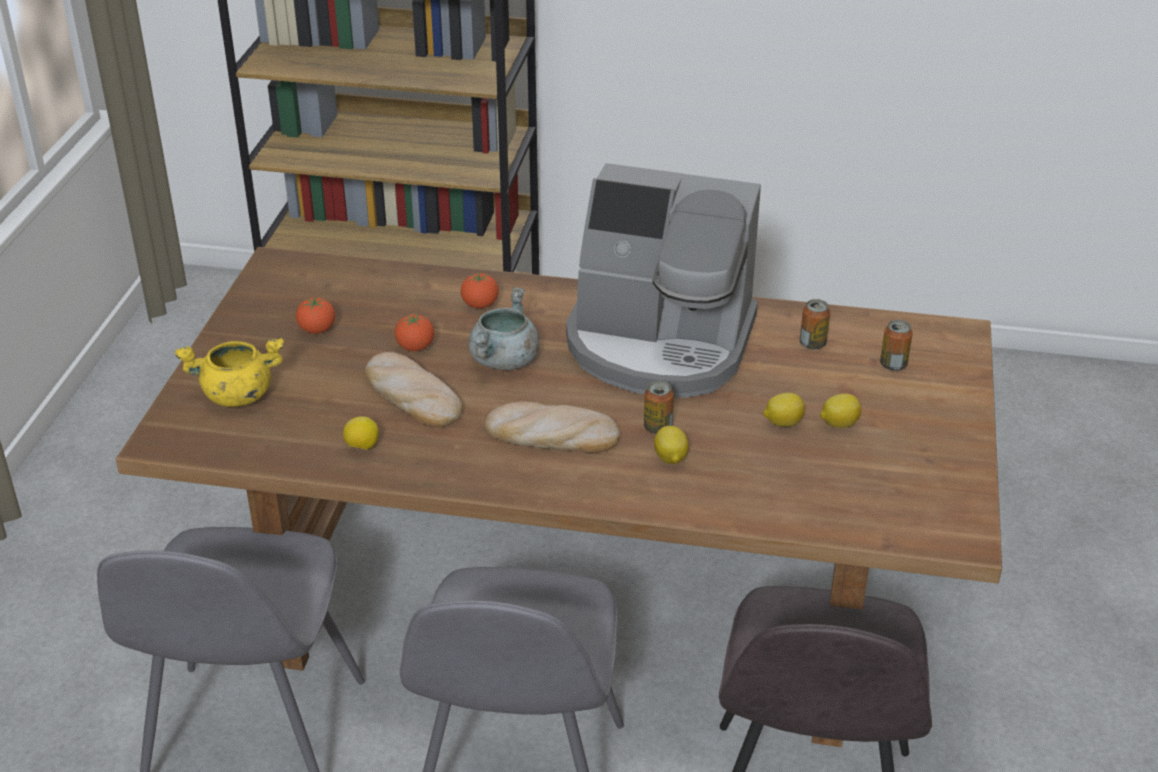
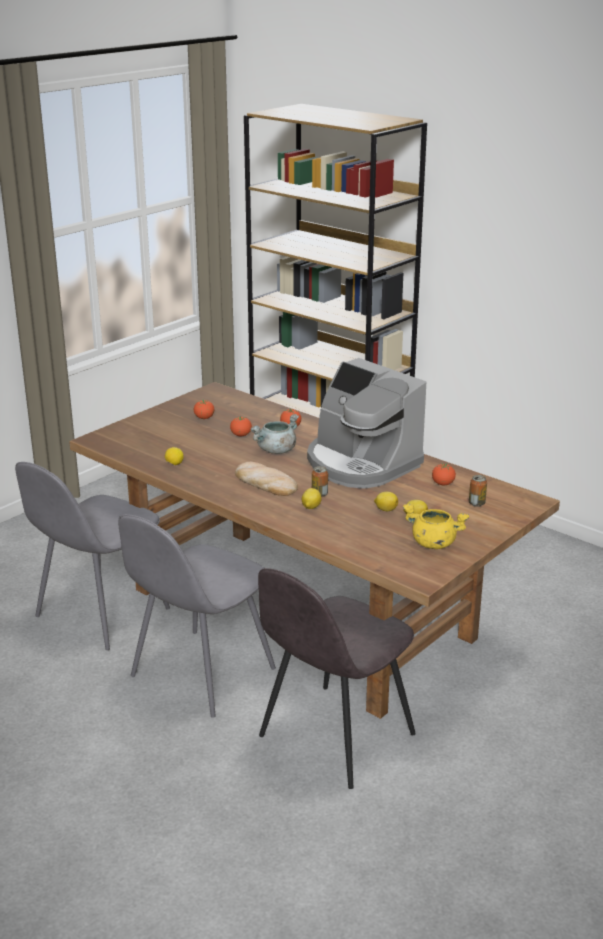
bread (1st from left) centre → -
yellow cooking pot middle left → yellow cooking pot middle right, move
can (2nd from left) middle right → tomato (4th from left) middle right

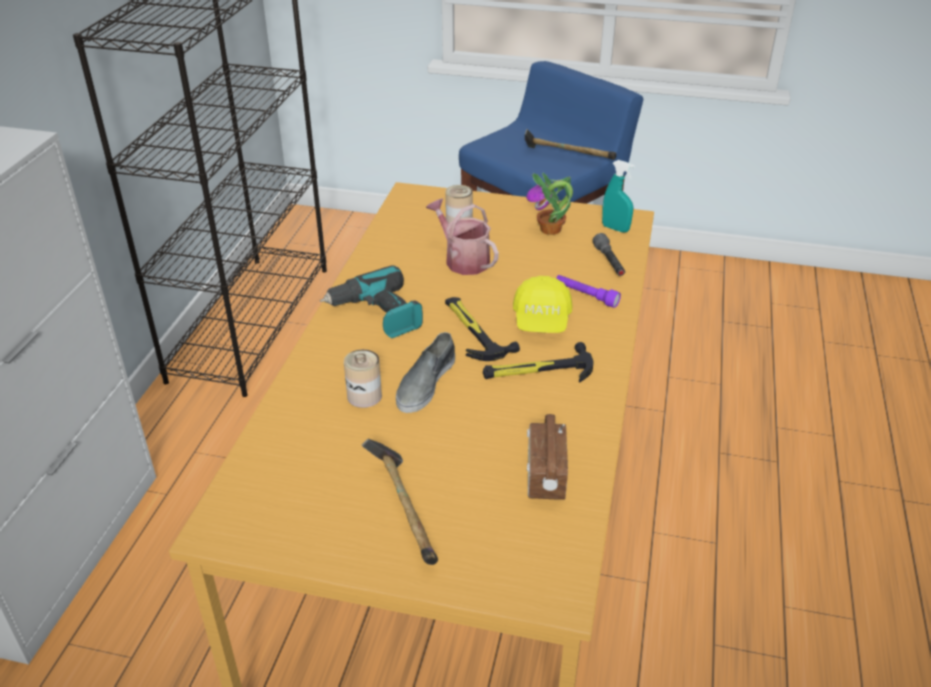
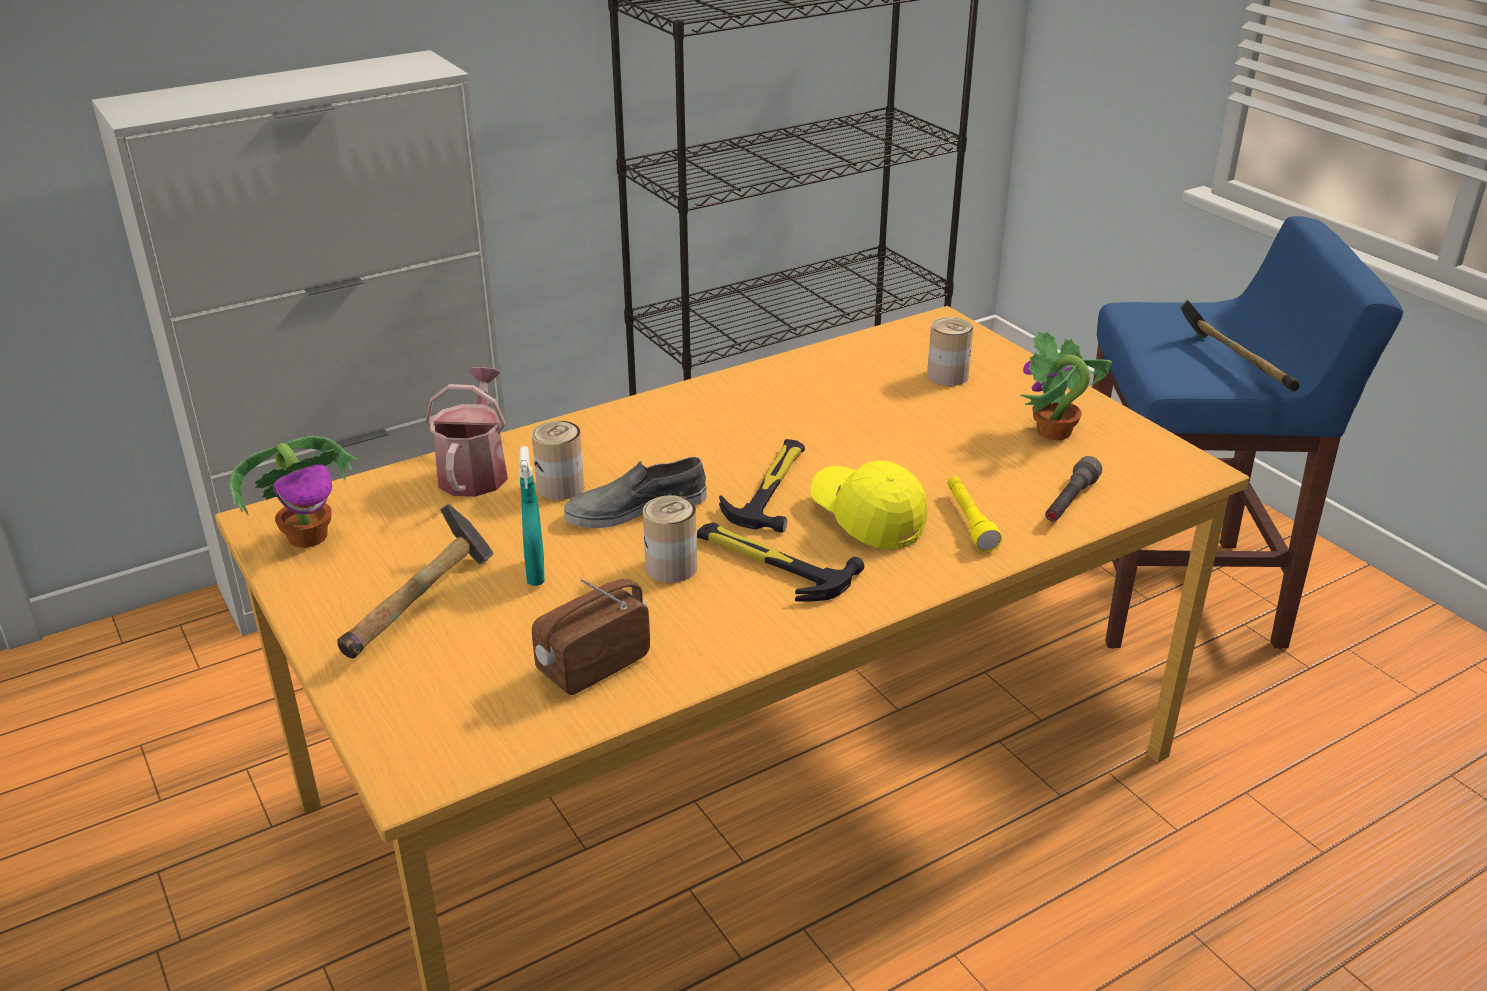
power drill centre → -
- → potted plant (1st from left) middle left
- → can (2nd from left) centre
watering can centre → watering can middle left, move
turquoise spray bottle top centre → turquoise spray bottle centre, move
purple flashlight centre → yellow flashlight centre
yellow cap centre, 90 degrees clockwise

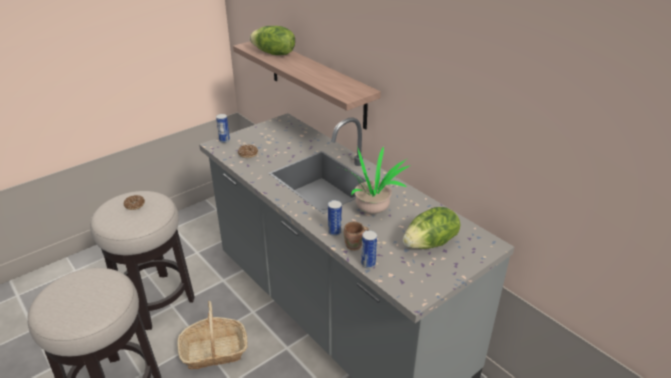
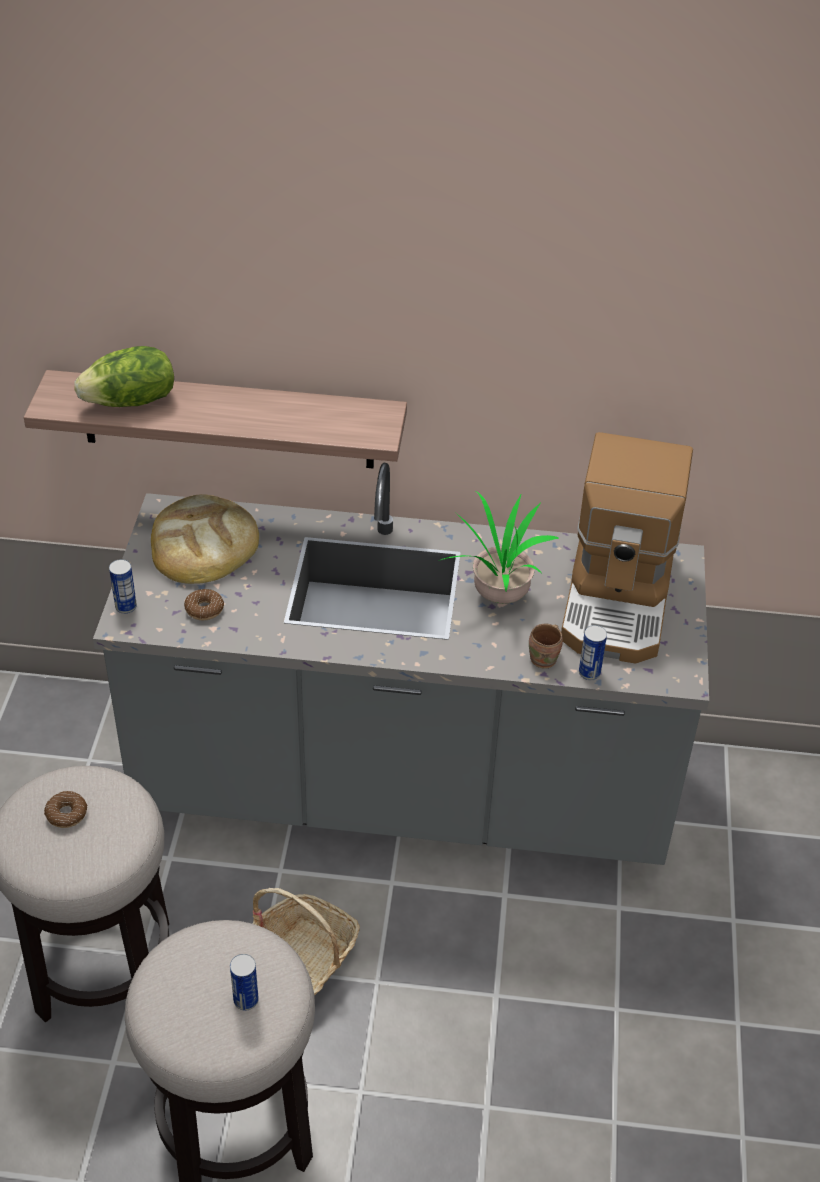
- → bread middle left
can (2nd from left) centre → can (2nd from left) bottom left, move
lettuce (2nd from left) centre → coffee machine middle right

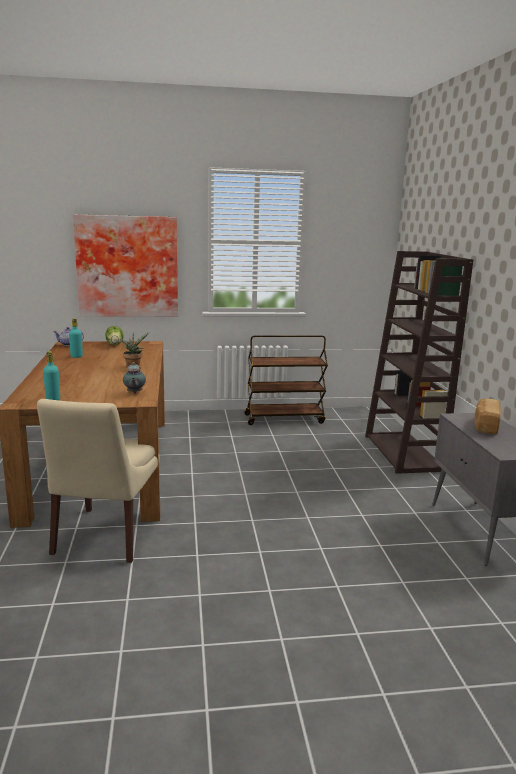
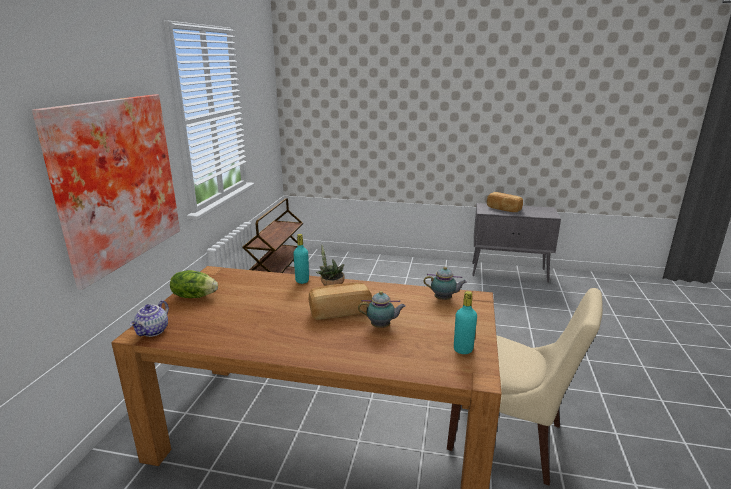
brown bookcase middle right → -
- → bread (1st from left) centre
- → teapot (2nd from left) centre
turquoise bottle (2nd from left in the first image) middle left → turquoise bottle (1st from left) centre, move

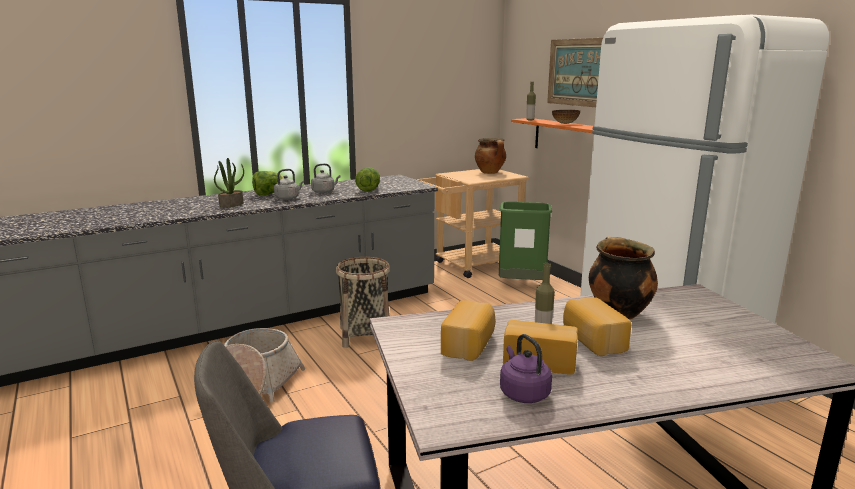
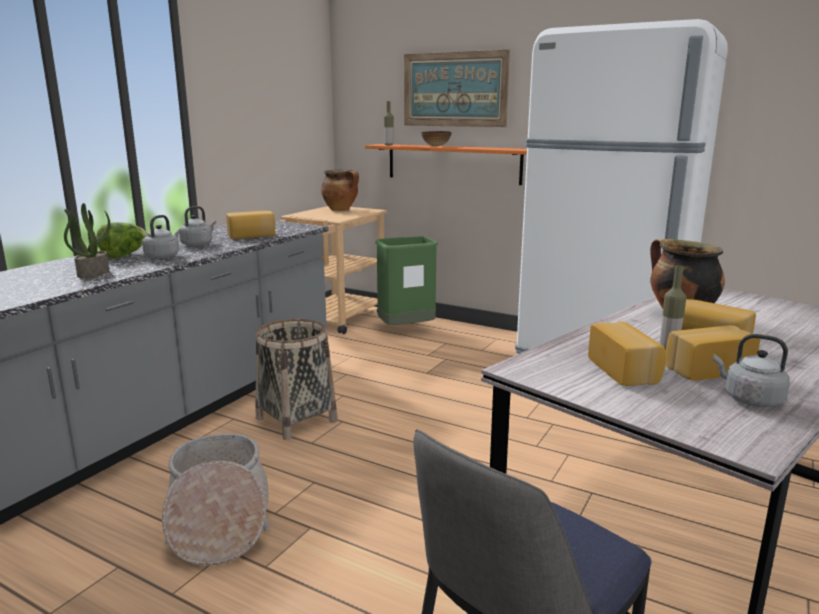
lettuce (2nd from left) centre → bread (1st from left) middle left
purple kettle bottom centre → grey kettle (3rd from left) middle right

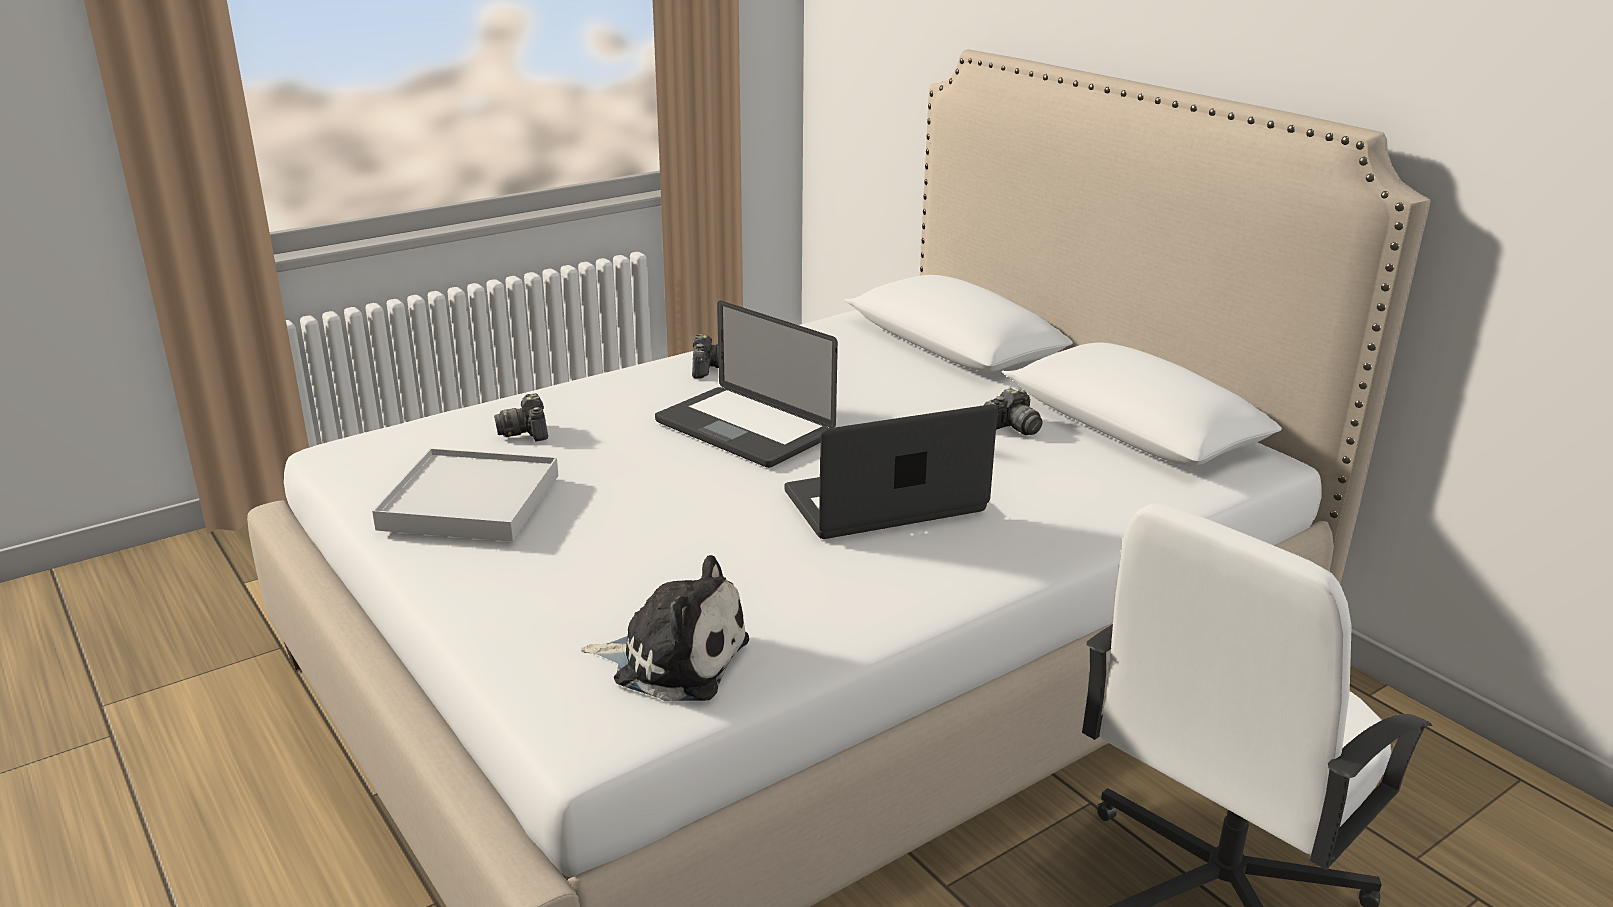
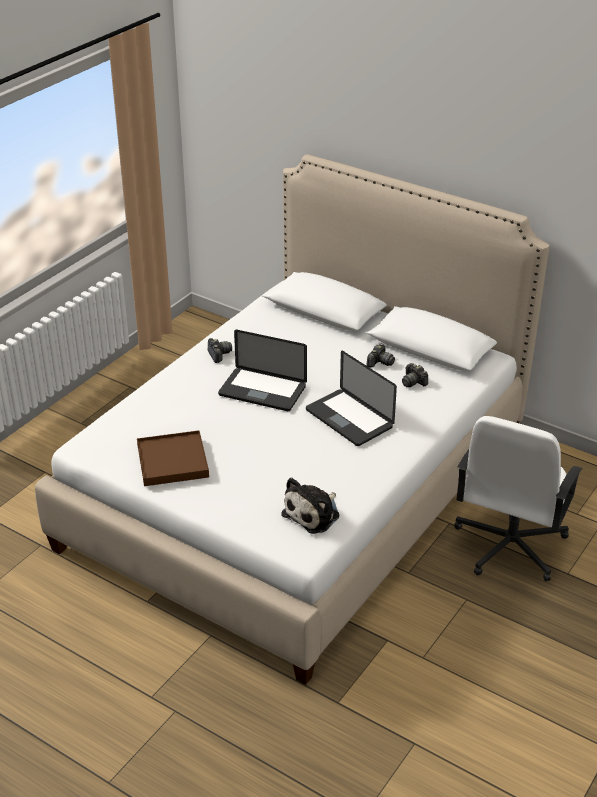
photo camera (1st from left in the first image) middle left → photo camera (3rd from left) middle right, move
white tray middle left → brown tray middle left
plush toy bottom centre → plush toy centre, 135 degrees clockwise
laptop (2nd from left) centre, 90 degrees counterclockwise

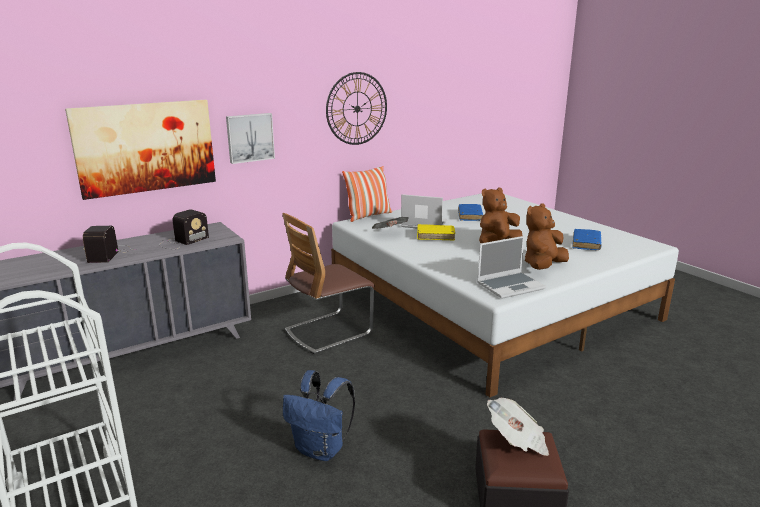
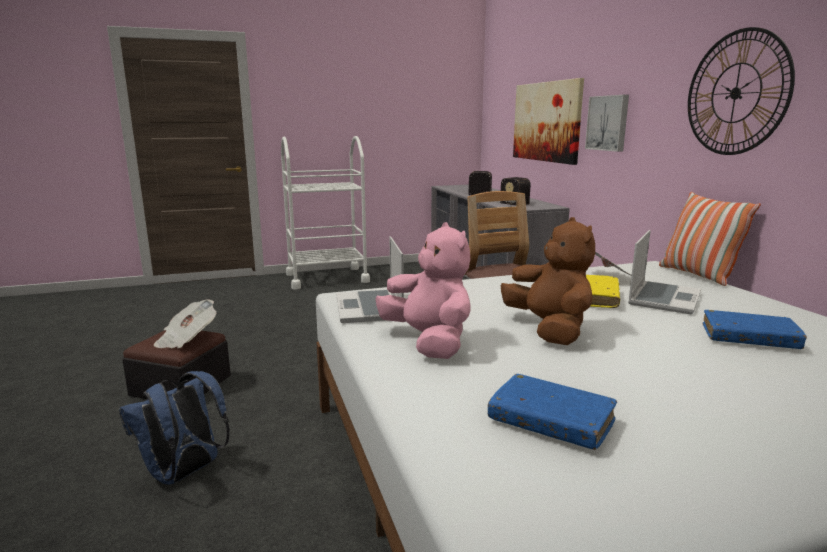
blue backpack bottom centre → blue backpack bottom left, move
brown plush toy (2nd from left) middle right → pink plush toy centre

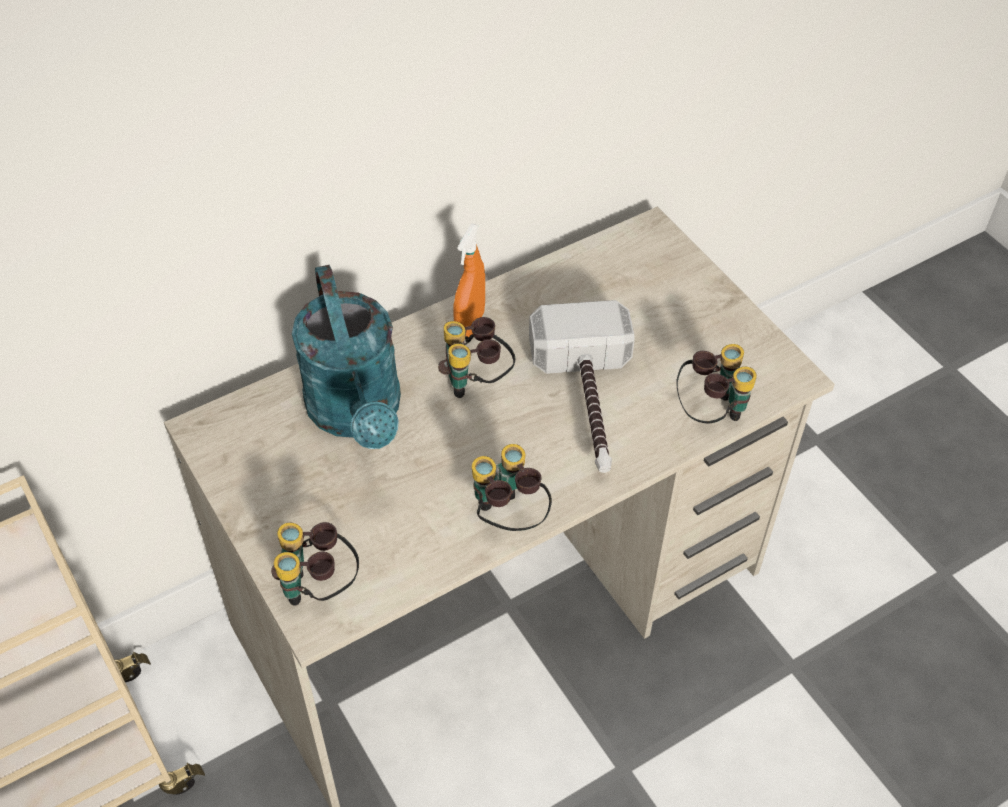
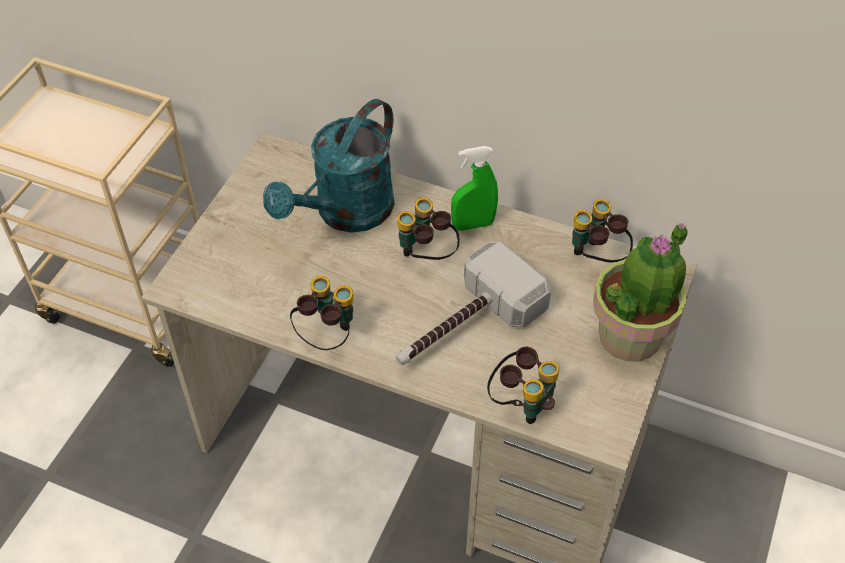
- → potted plant middle right
binoculars (1st from left in the first image) bottom left → binoculars (4th from left) middle right, move
orange spray bottle centre → green spray bottle centre

